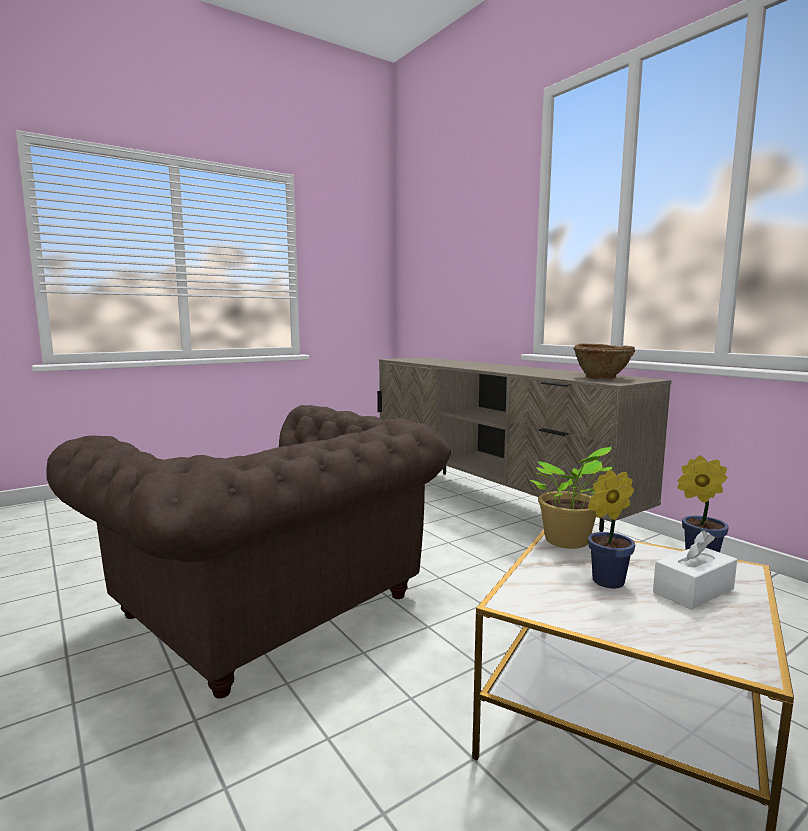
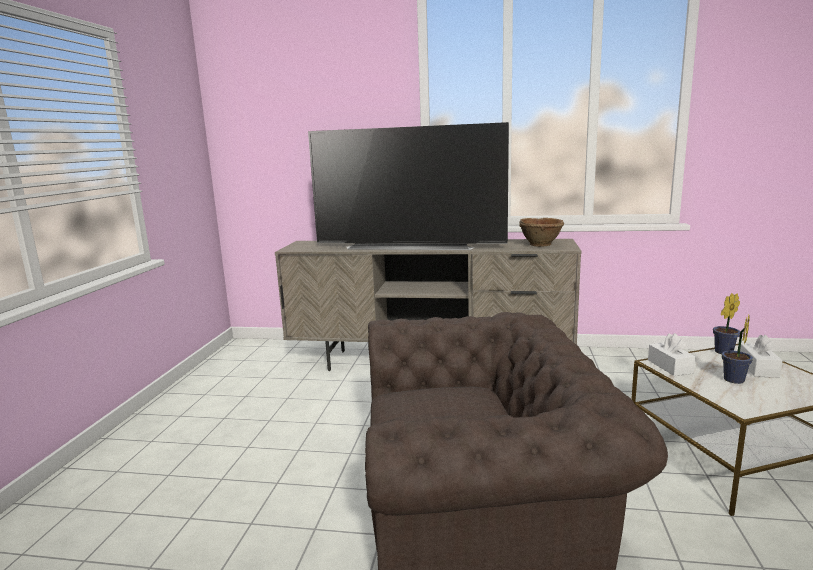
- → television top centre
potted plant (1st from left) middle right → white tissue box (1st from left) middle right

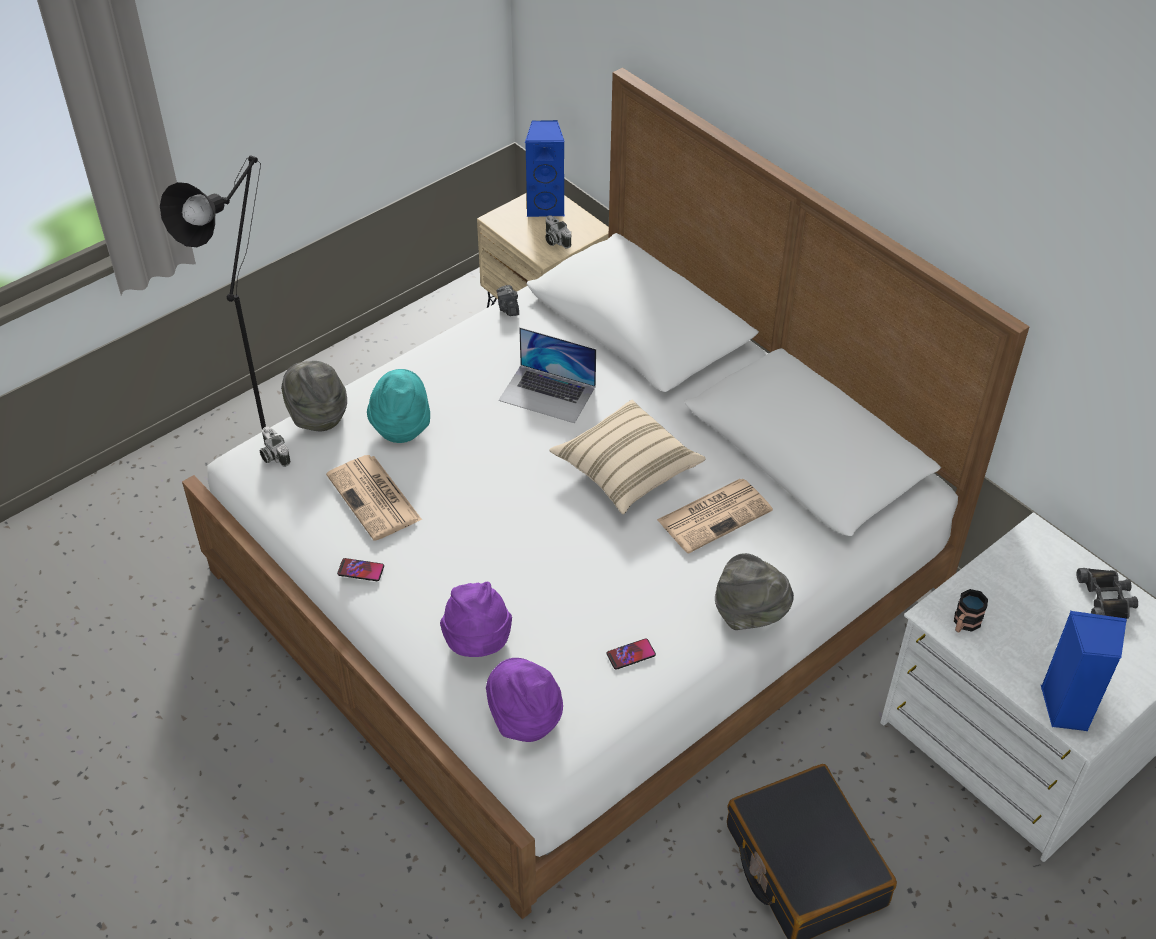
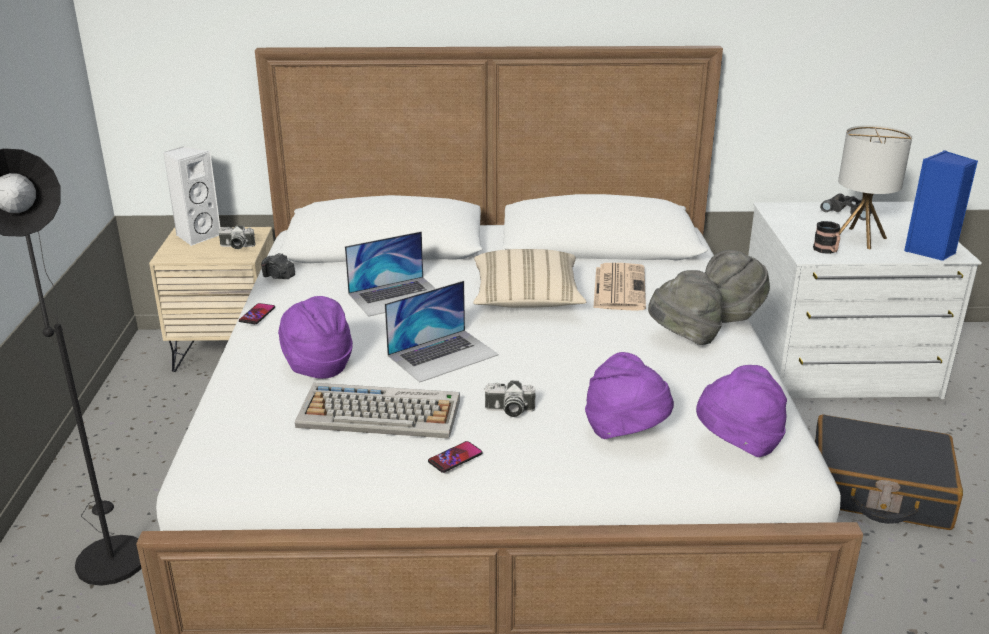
- → laptop (2nd from left) centre
- → table lamp top right
photo camera (1st from left in the first image) middle left → photo camera (3rd from left) centre, move
grey hat (1st from left) middle left → grey hat (1st from left) middle right, move
phone (2nd from left in the first image) bottom centre → phone (1st from left) middle left, move
newspaper (1st from left) middle left → keyboard centre
turquoise hat centre → purple hat (1st from left) middle left
blue speaker (1st from left) top centre → white speaker top left

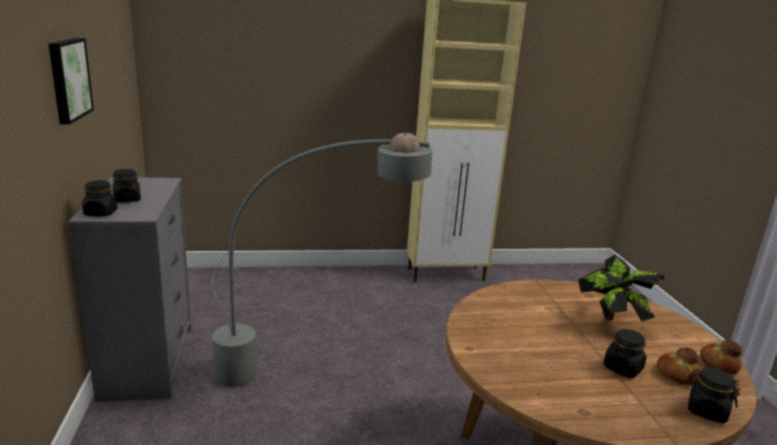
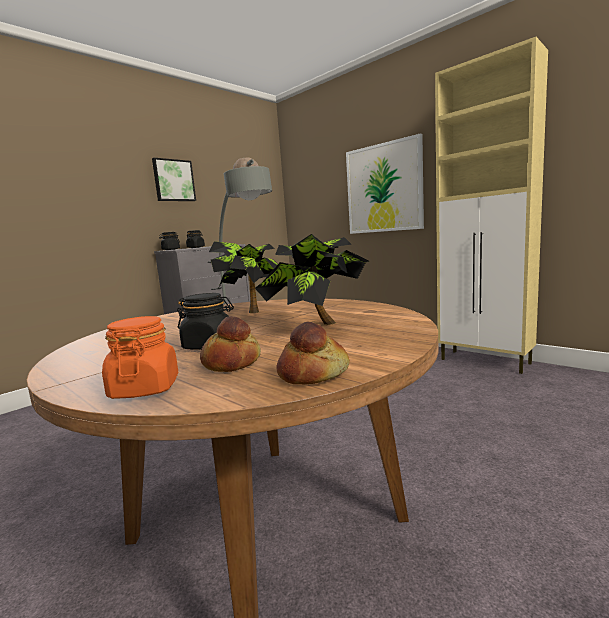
- → potted plant (1st from left) centre
- → picture (2nd from left) top centre
black jar (4th from left) bottom right → orange jar middle left

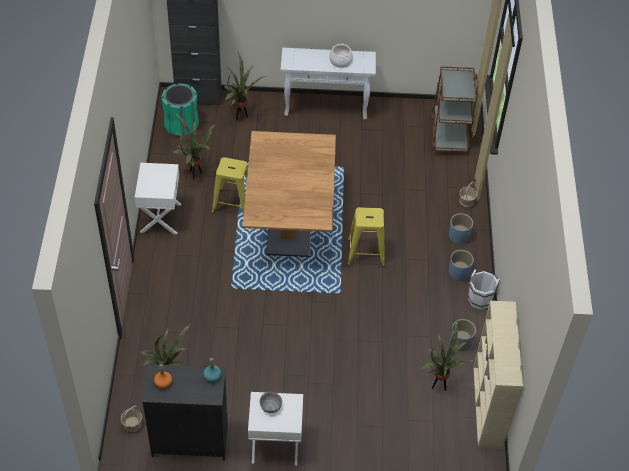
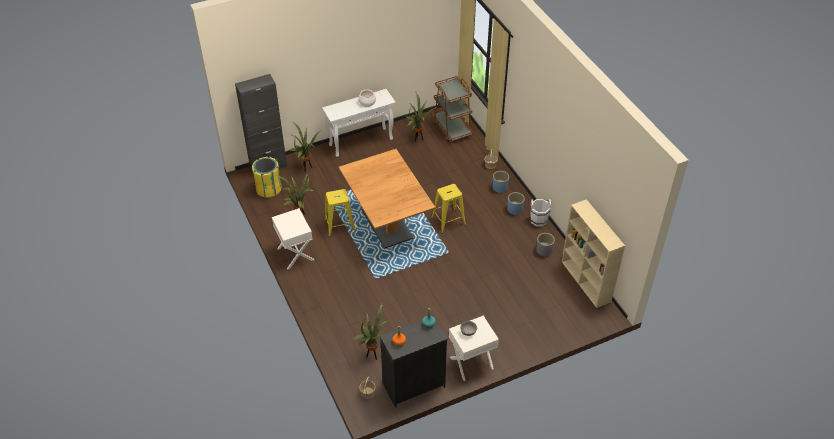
potted plant (4th from left) bottom right → potted plant (4th from left) top centre, move
green trash can top left → yellow trash can middle left

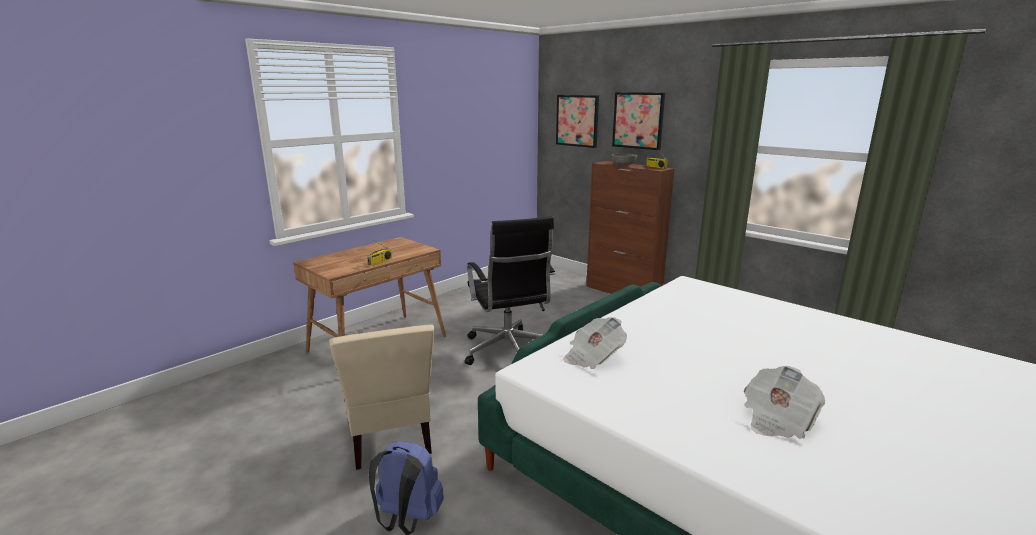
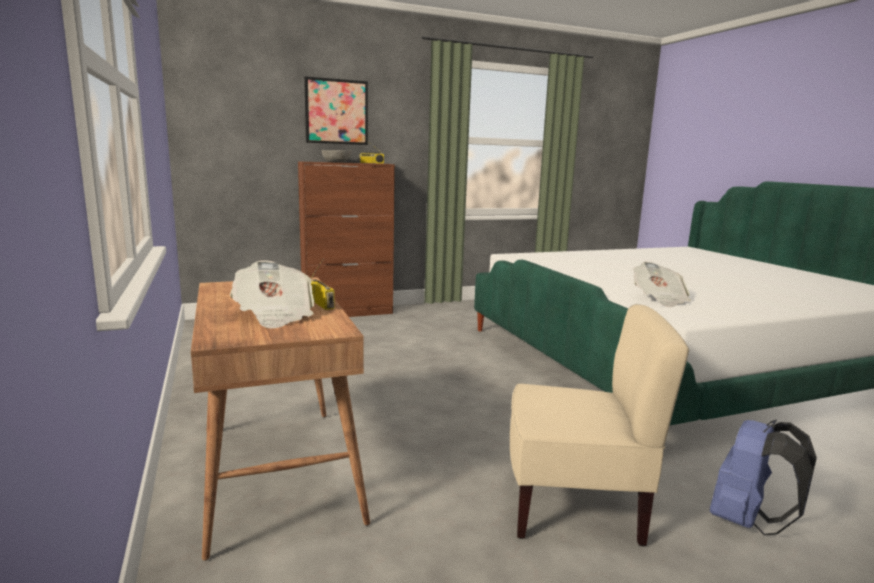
black office chair centre → -
picture (1st from left) top centre → -
newspaper (2nd from left in the first image) bottom right → newspaper (1st from left) middle left, move

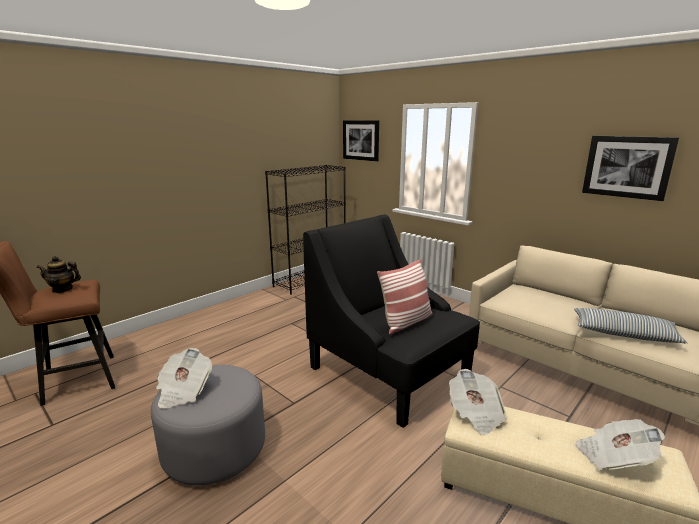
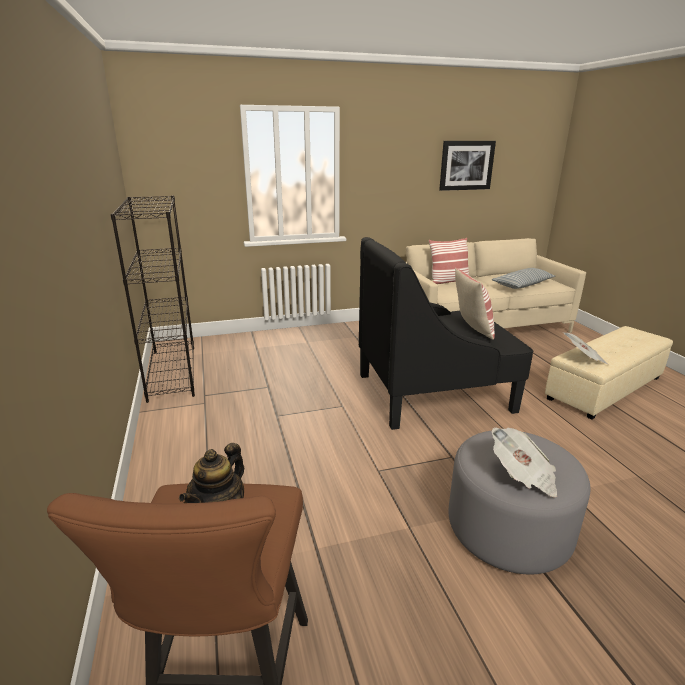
picture (1st from left) top centre → -
newspaper (3rd from left) bottom right → -
- → pillow (1st from left) centre

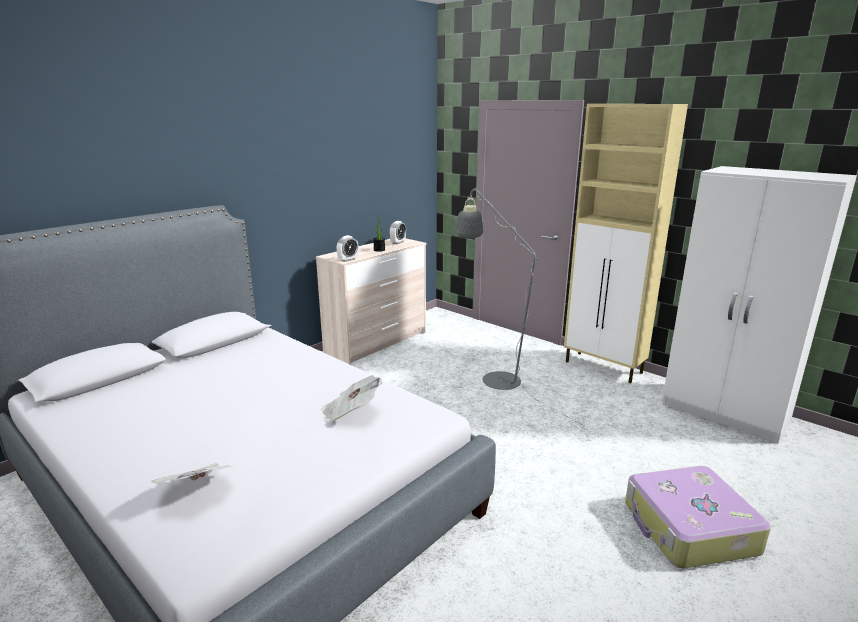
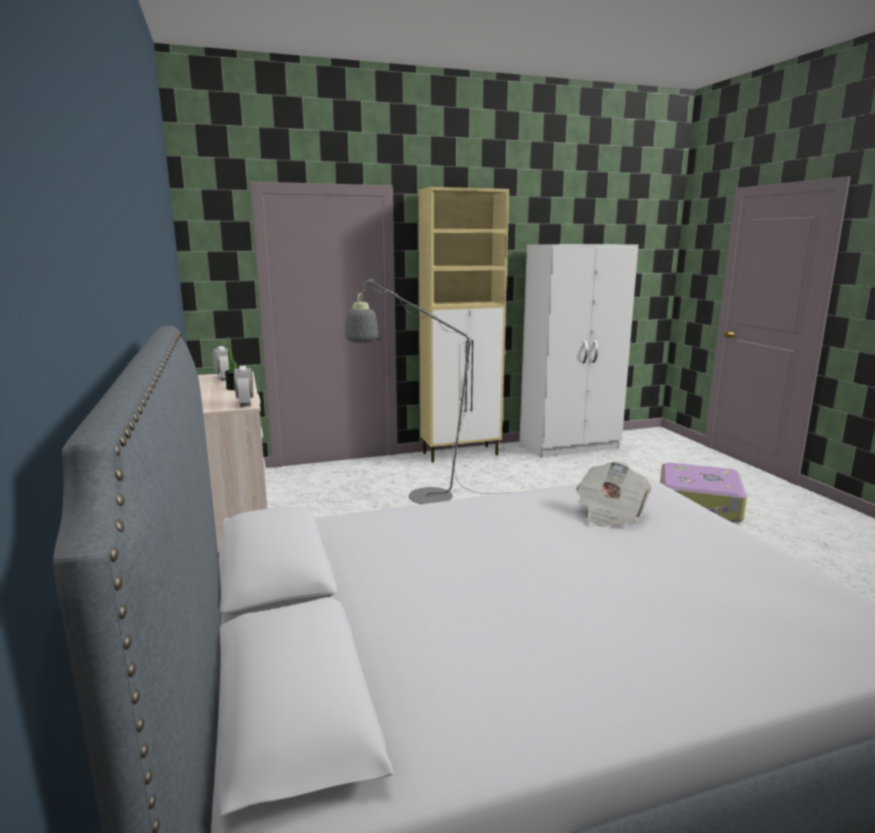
newspaper (1st from left) bottom left → -

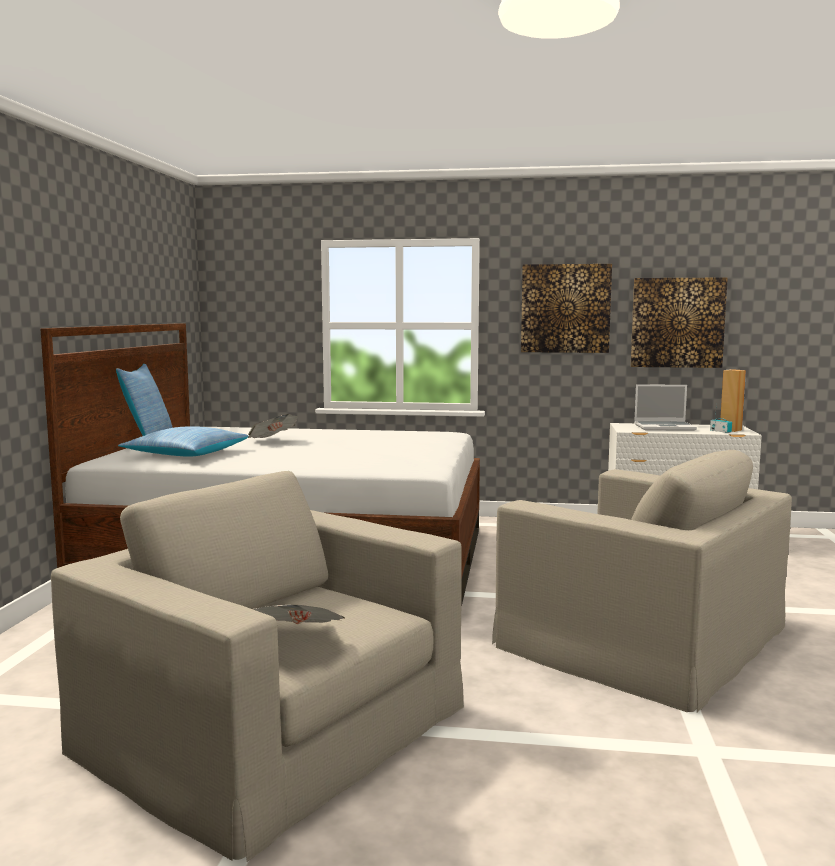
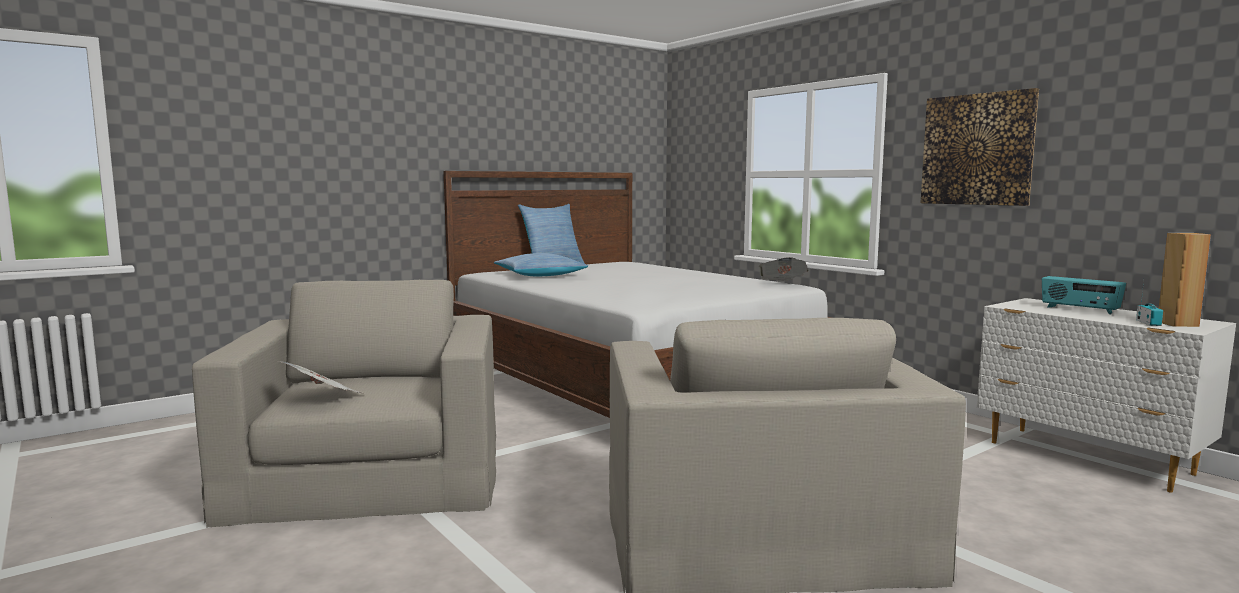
picture (2nd from left) middle right → -
newspaper (1st from left in the first image) middle left → newspaper (2nd from left) centre, move
laptop middle right → radio (1st from left) middle right

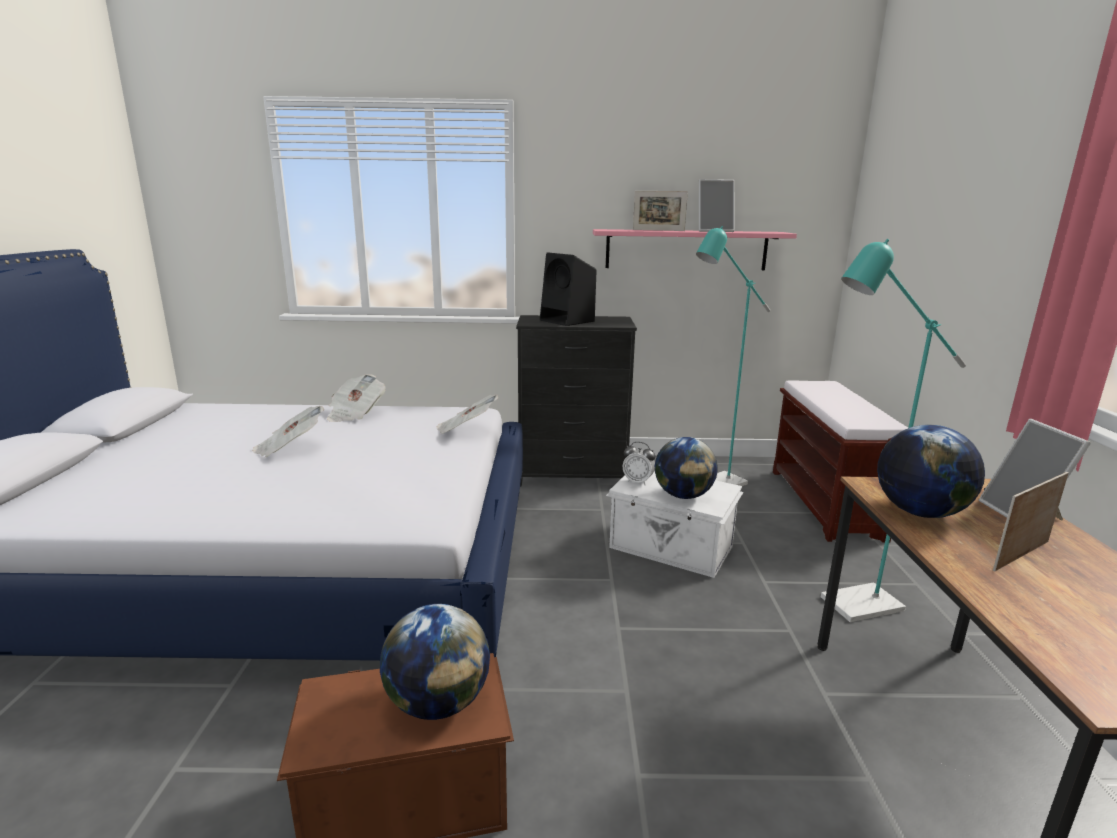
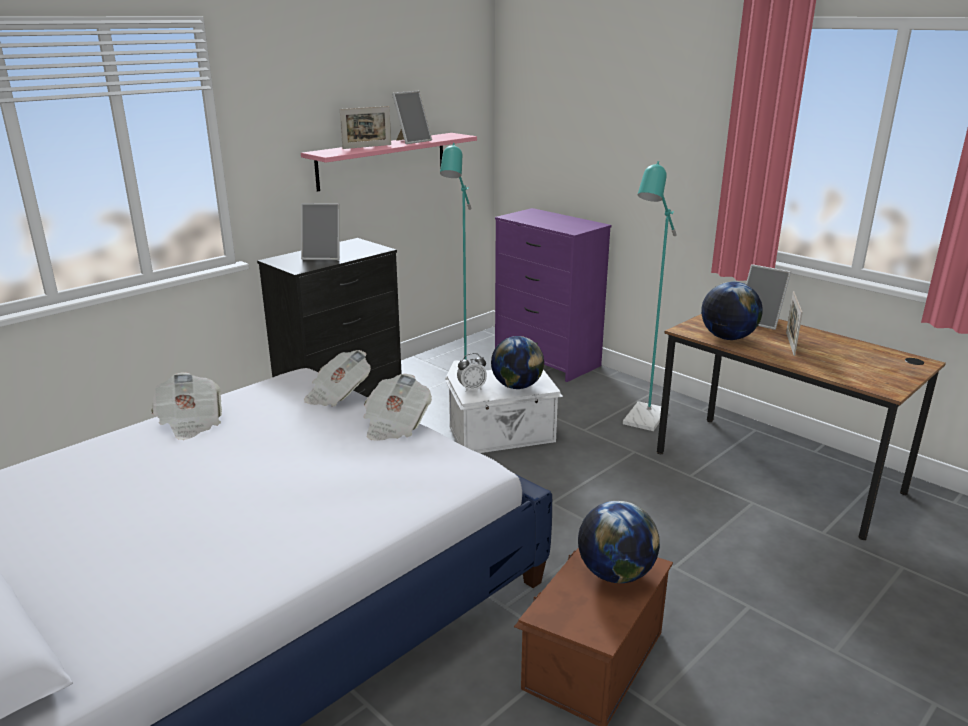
newspaper (1st from left in the first image) middle left → newspaper (3rd from left) centre, move
black speaker centre → picture frame (1st from left) top left
brown bench middle right → purple dresser centre

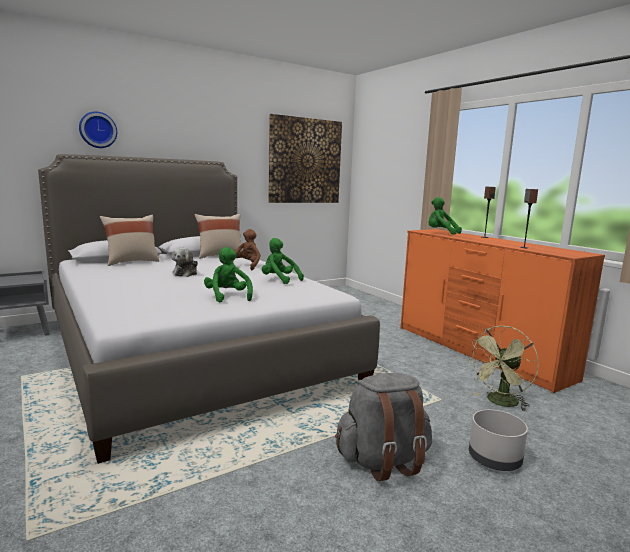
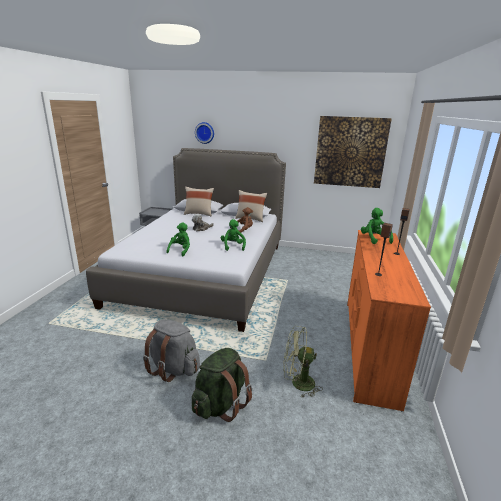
grey planter bottom right → green backpack bottom centre

